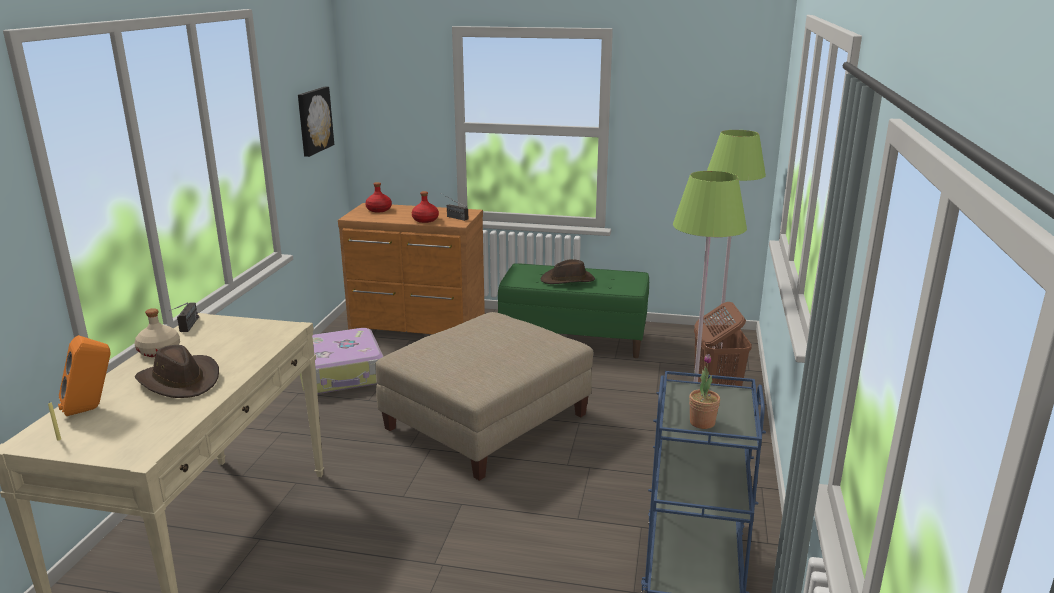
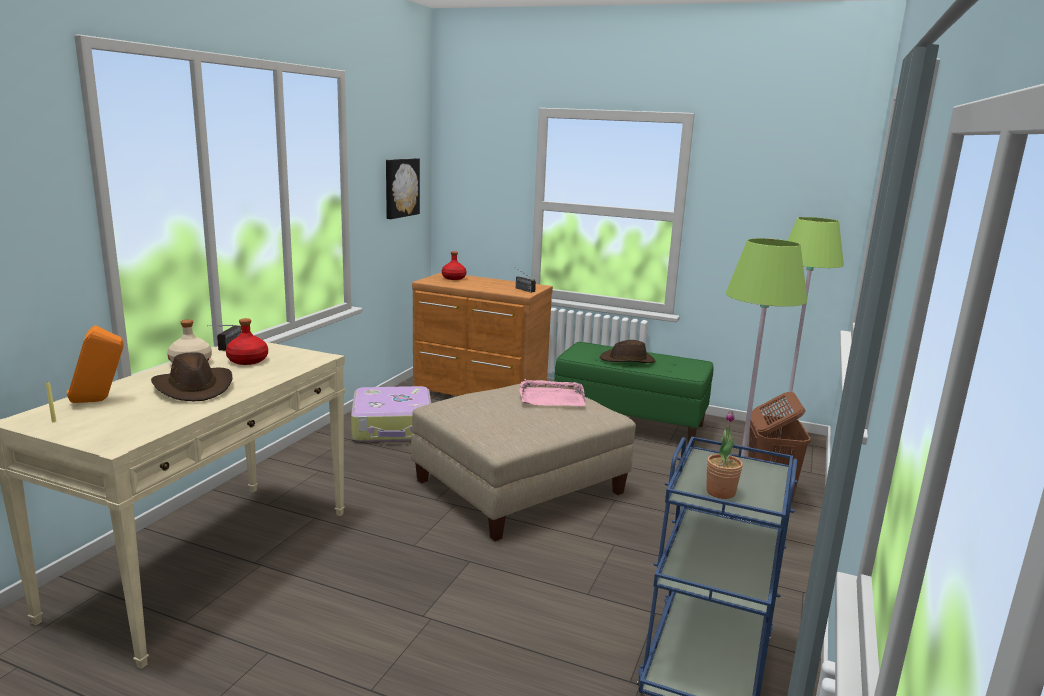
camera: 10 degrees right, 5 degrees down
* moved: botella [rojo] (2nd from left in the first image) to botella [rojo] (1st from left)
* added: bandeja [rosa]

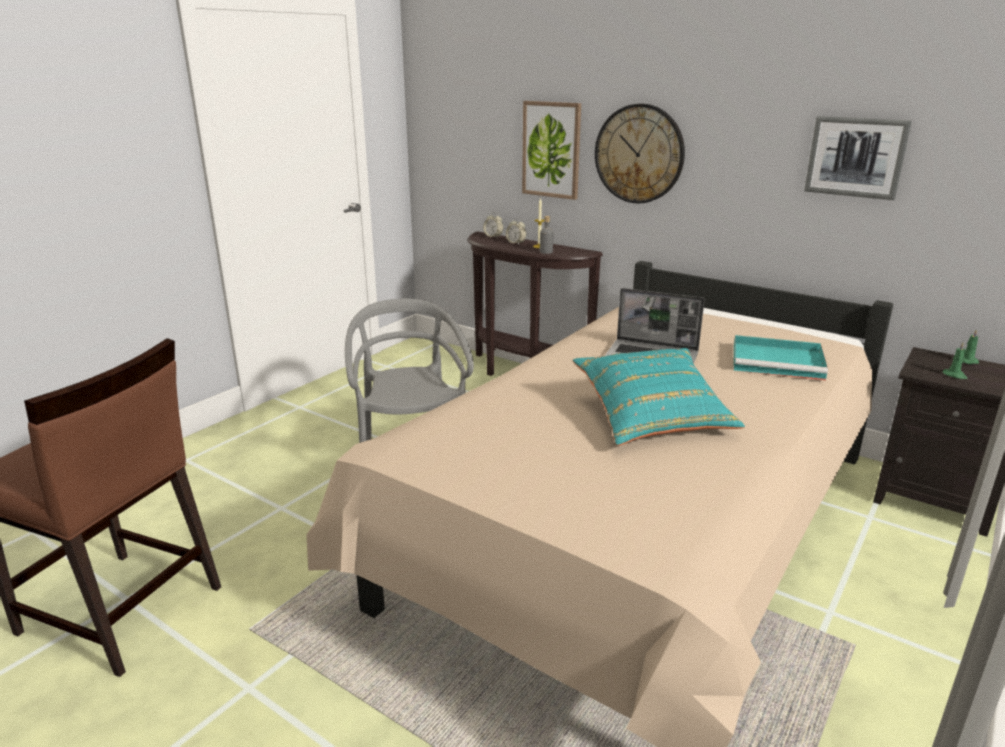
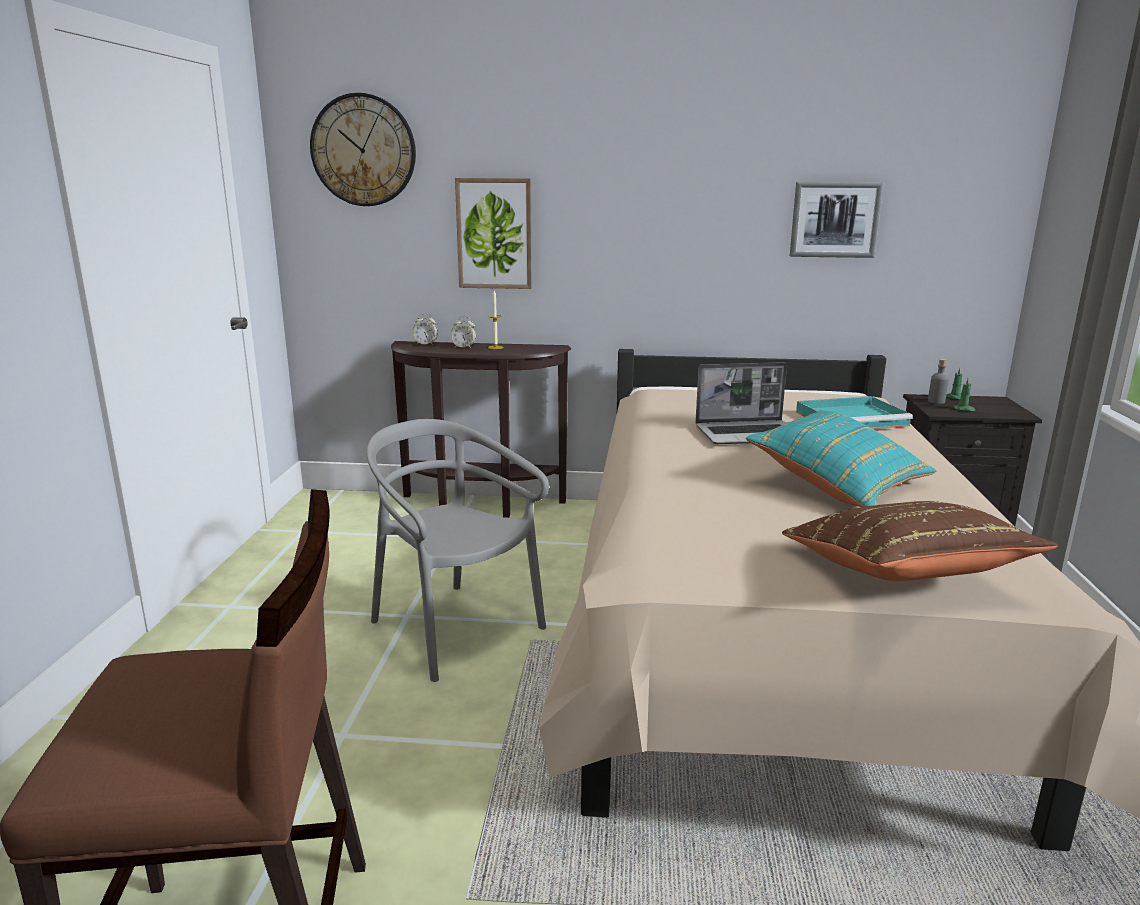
camera: 30 degrees left, 5 degrees down
* moved: botella [gris]
* moved: reloj de pared
* added: cojín [marrón]

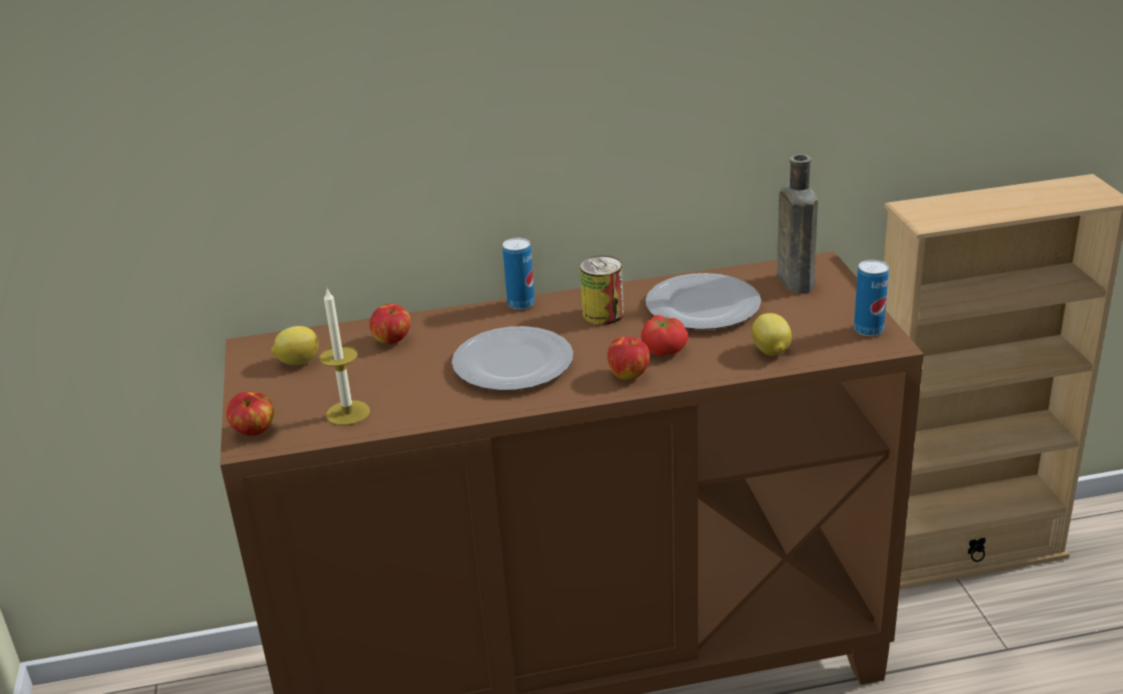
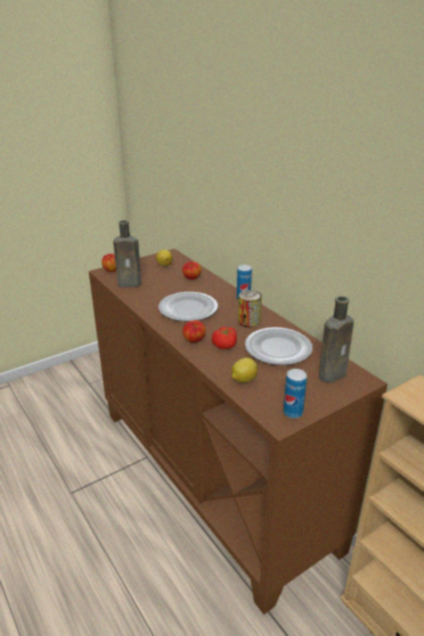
camera: 65 degrees right, 0 degrees up
* replaced: vela to botella [marrón] (1st from left)

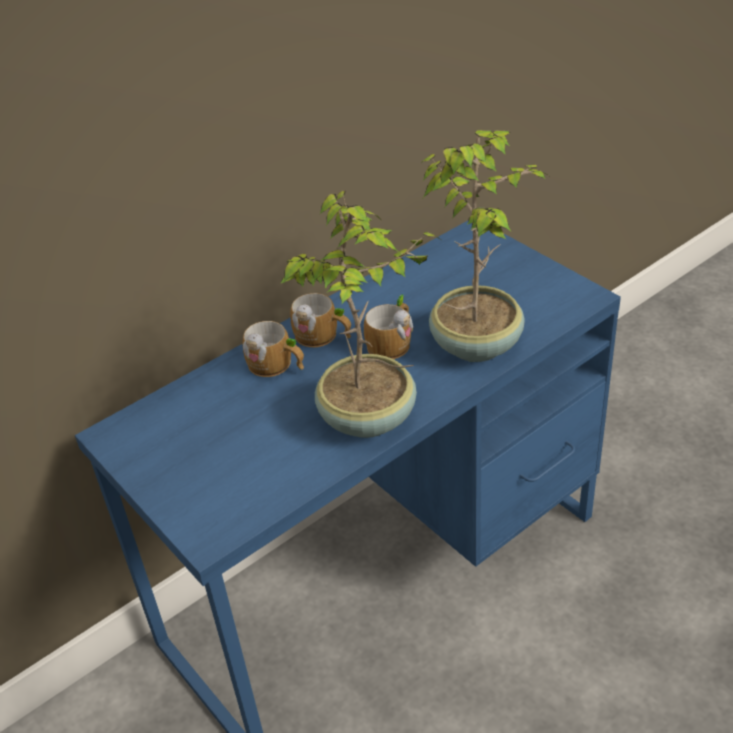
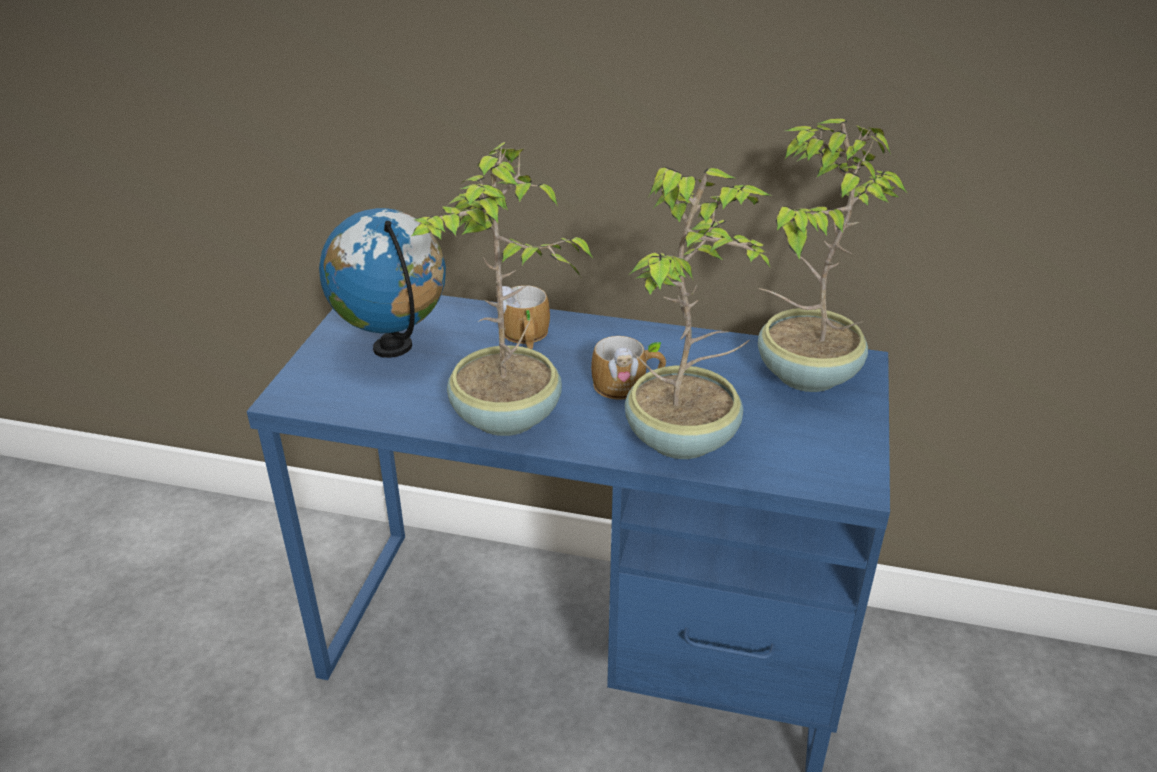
camera: 50 degrees right, 5 degrees down
* removed: taza grande (2nd from left)
* added: globo terráqueo
* added: planta en maceta (3rd from left)

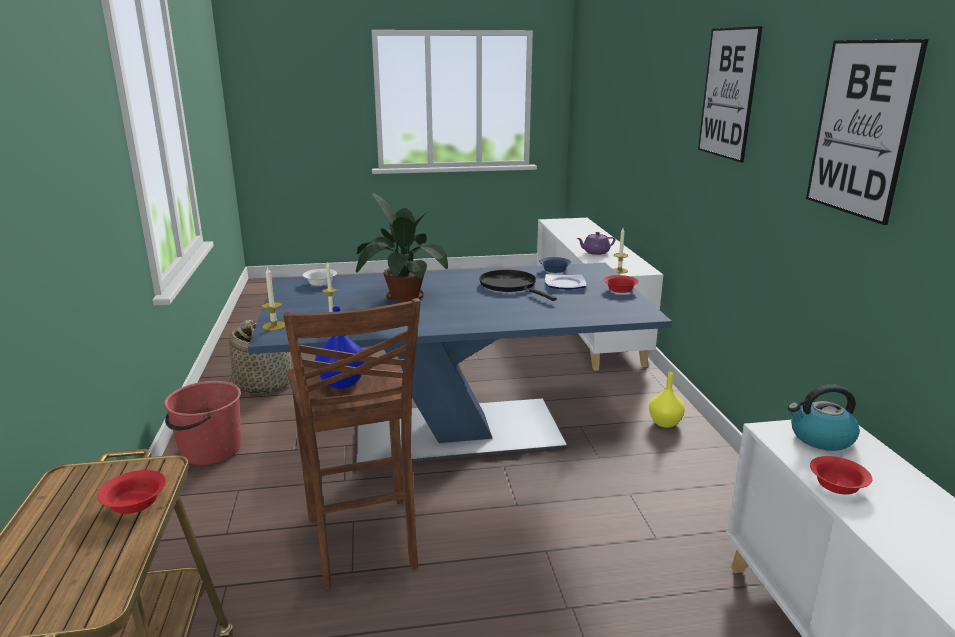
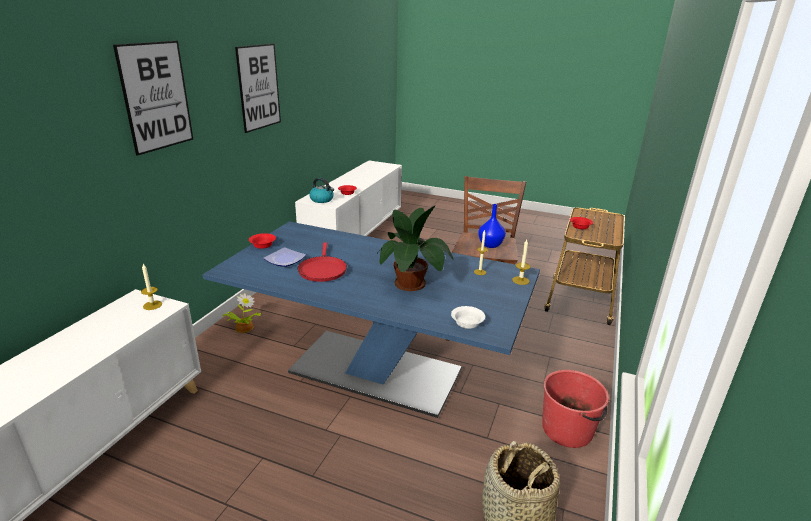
camera: 150 degrees left, 5 degrees up
* recoloured: sartén [negro] to sartén [rojo]
* removed: cuenco [azul]
* removed: tetera [morado]
* replaced: florero [amarillo] to planta en maceta (1st from left)

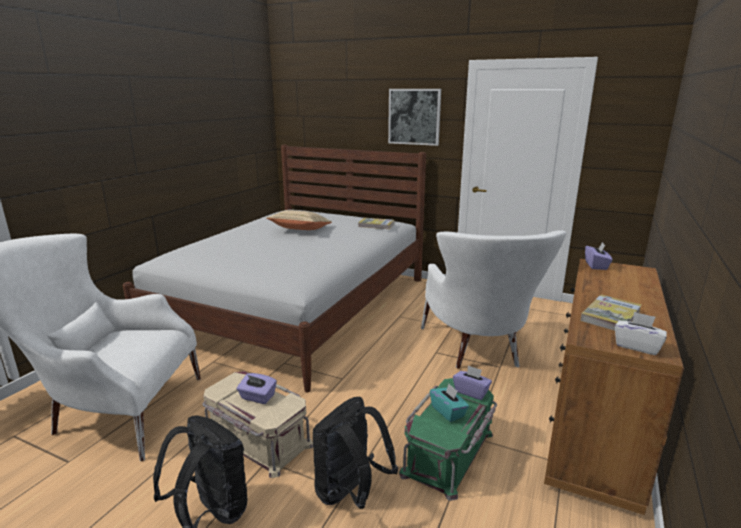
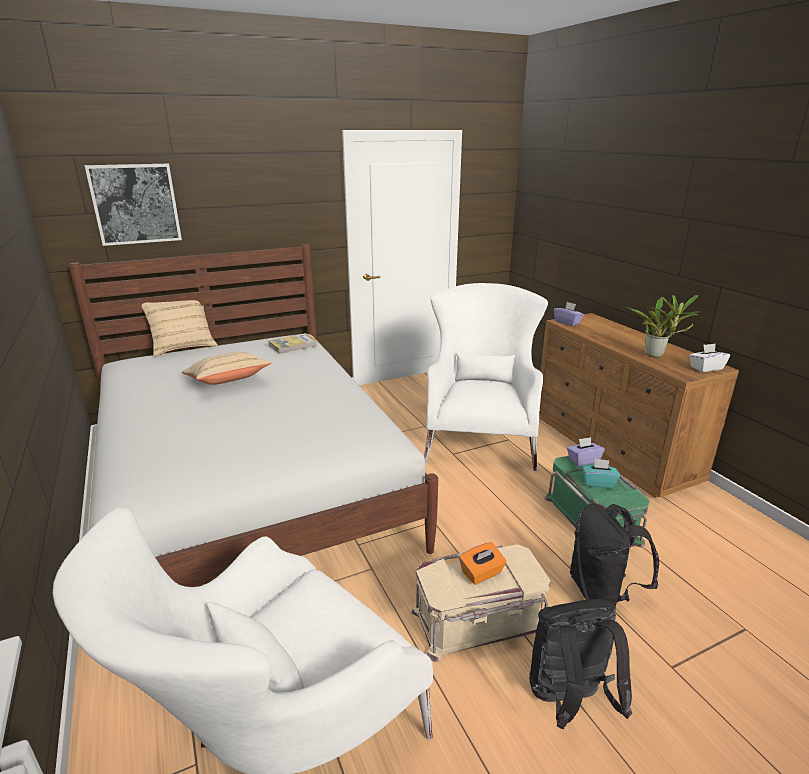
camera: 50 degrees left, 5 degrees up
* recoloured: caja de pañuelos [morado] (1st from left) to caja de pañuelos [naranja]
* moved: cuadro
* turned: sillón [blanco] (2nd from left) 120 degrees counterclockwise
* replaced: libro (2nd from left) to planta en maceta
* added: cojín [beis] (1st from left)

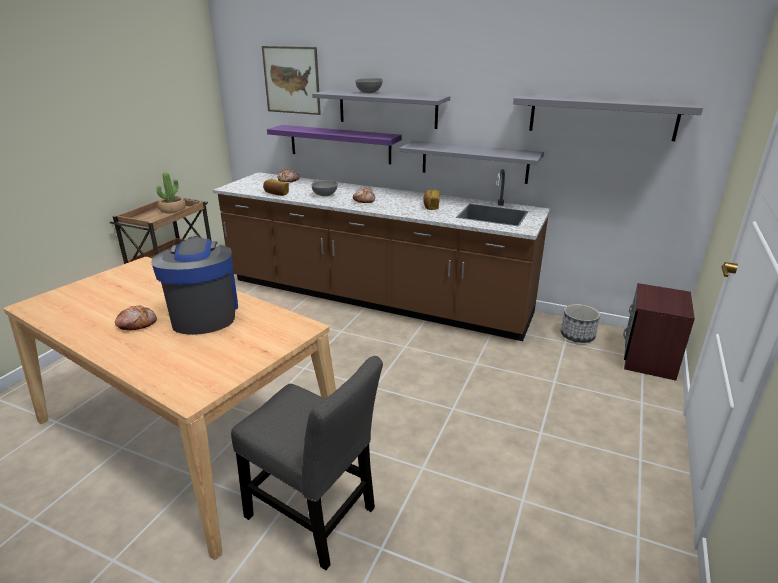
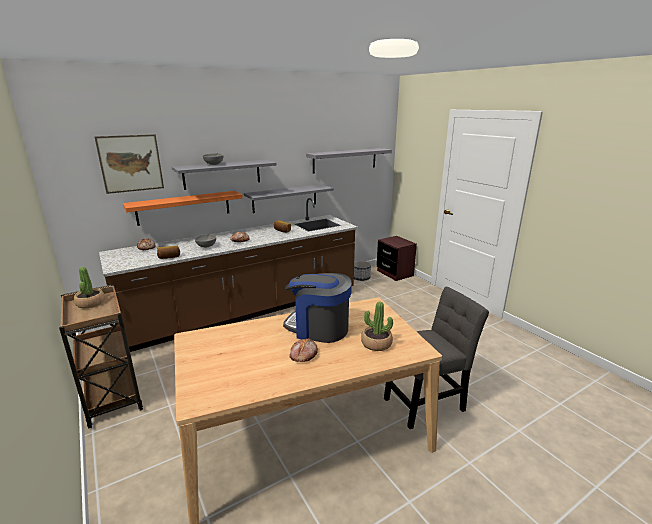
camera: 55 degrees left, 5 degrees down
* recoloured: estante [morado] to estante [naranja]
* added: planta en maceta (2nd from left)

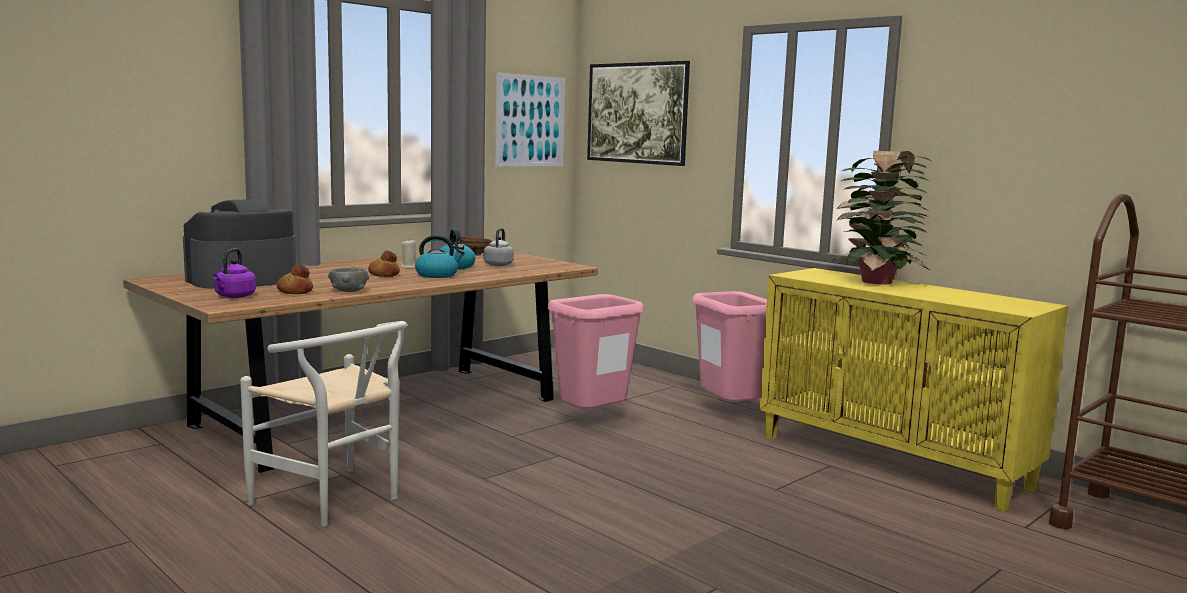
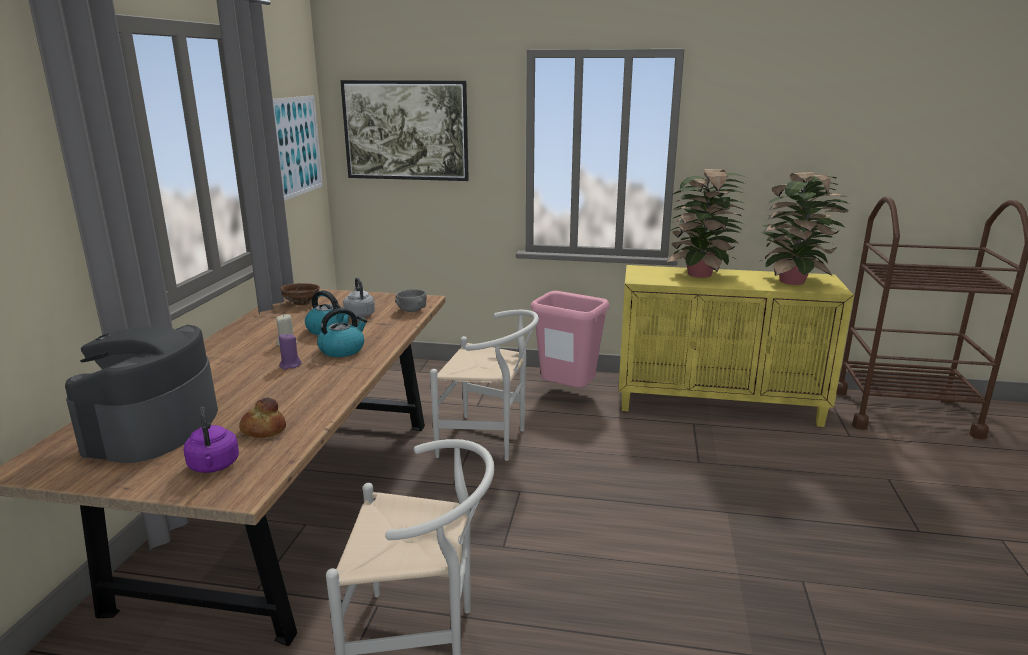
camera: 35 degrees left, 10 degrees up
* moved: cuenco [gris]
* replaced: pan (2nd from left) to vela [morado]
* replaced: papelera [rosa] (1st from left) to silla [blanco] (2nd from left)
* added: planta en maceta (2nd from left)

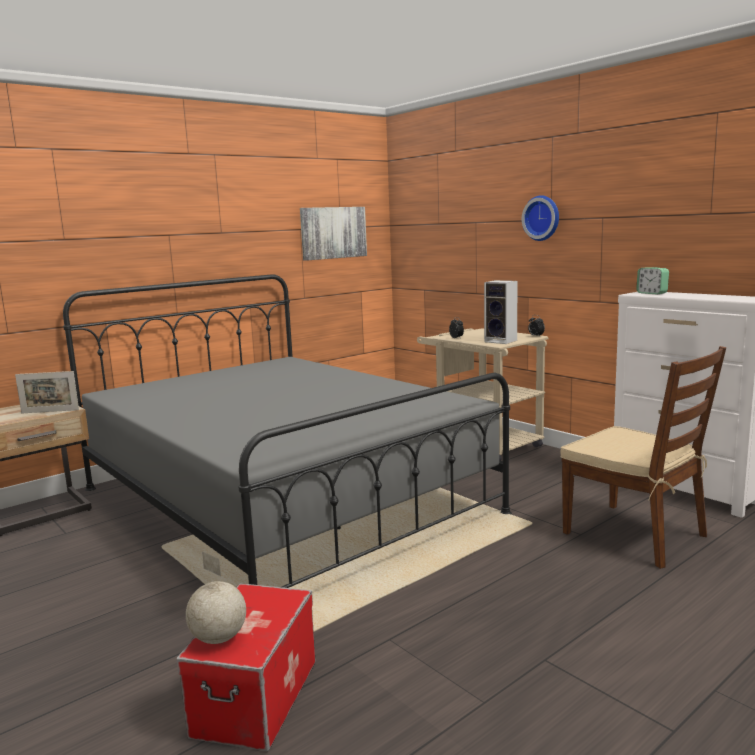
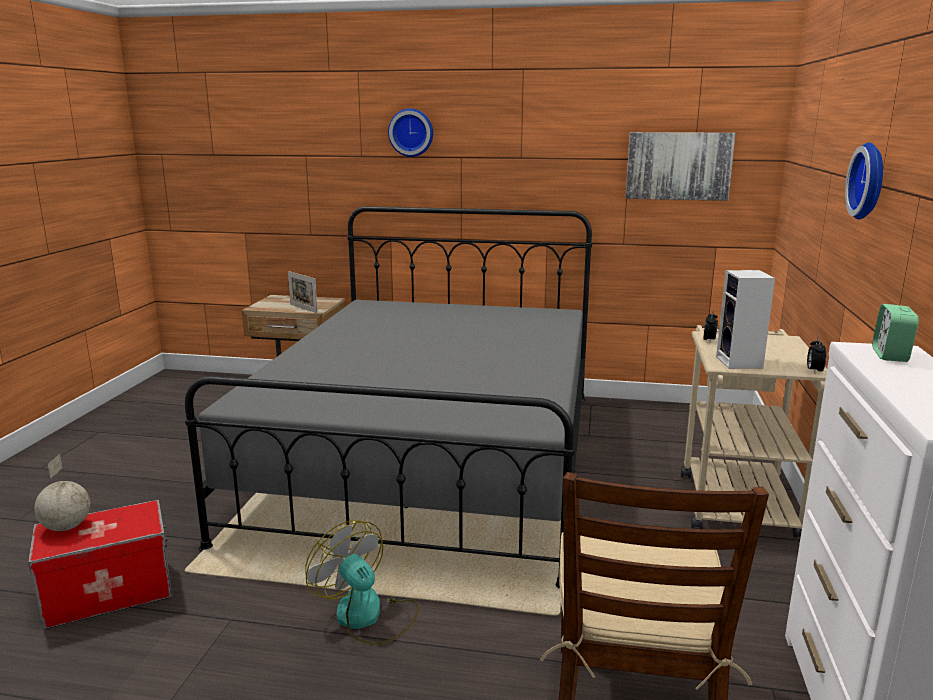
camera: 50 degrees right, 5 degrees up
* added: ventilador
* added: reloj de pared (1st from left)

